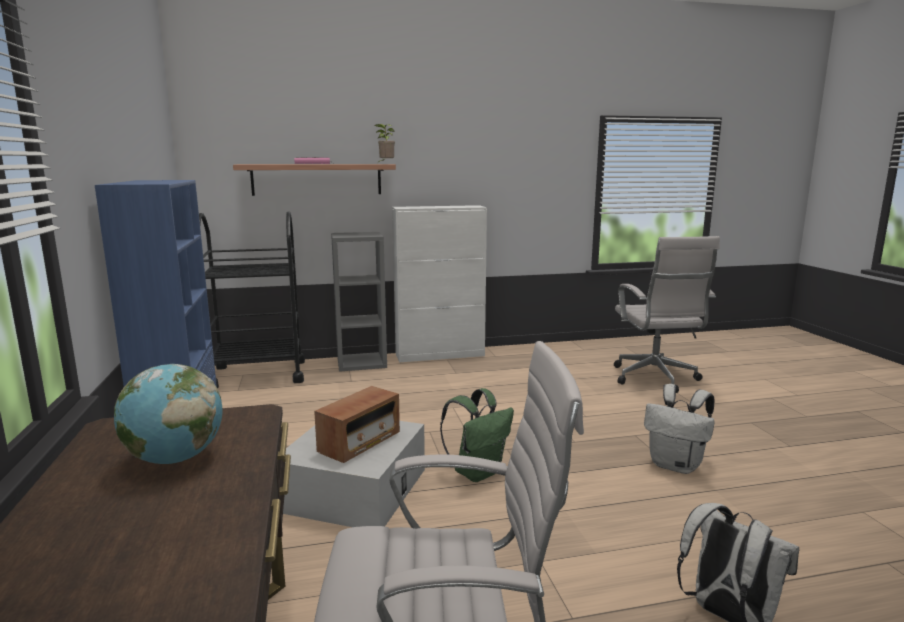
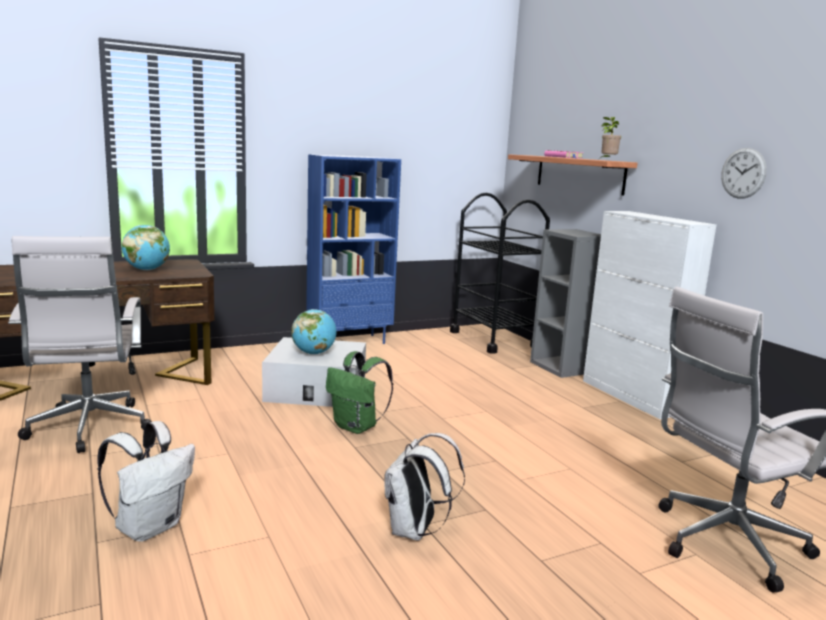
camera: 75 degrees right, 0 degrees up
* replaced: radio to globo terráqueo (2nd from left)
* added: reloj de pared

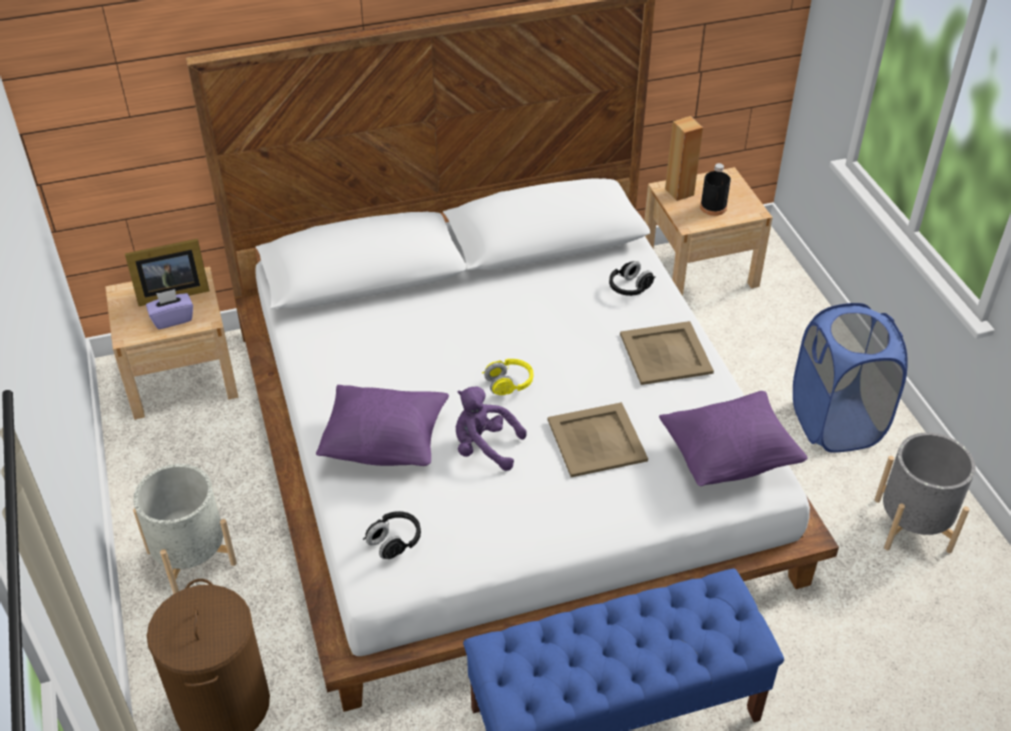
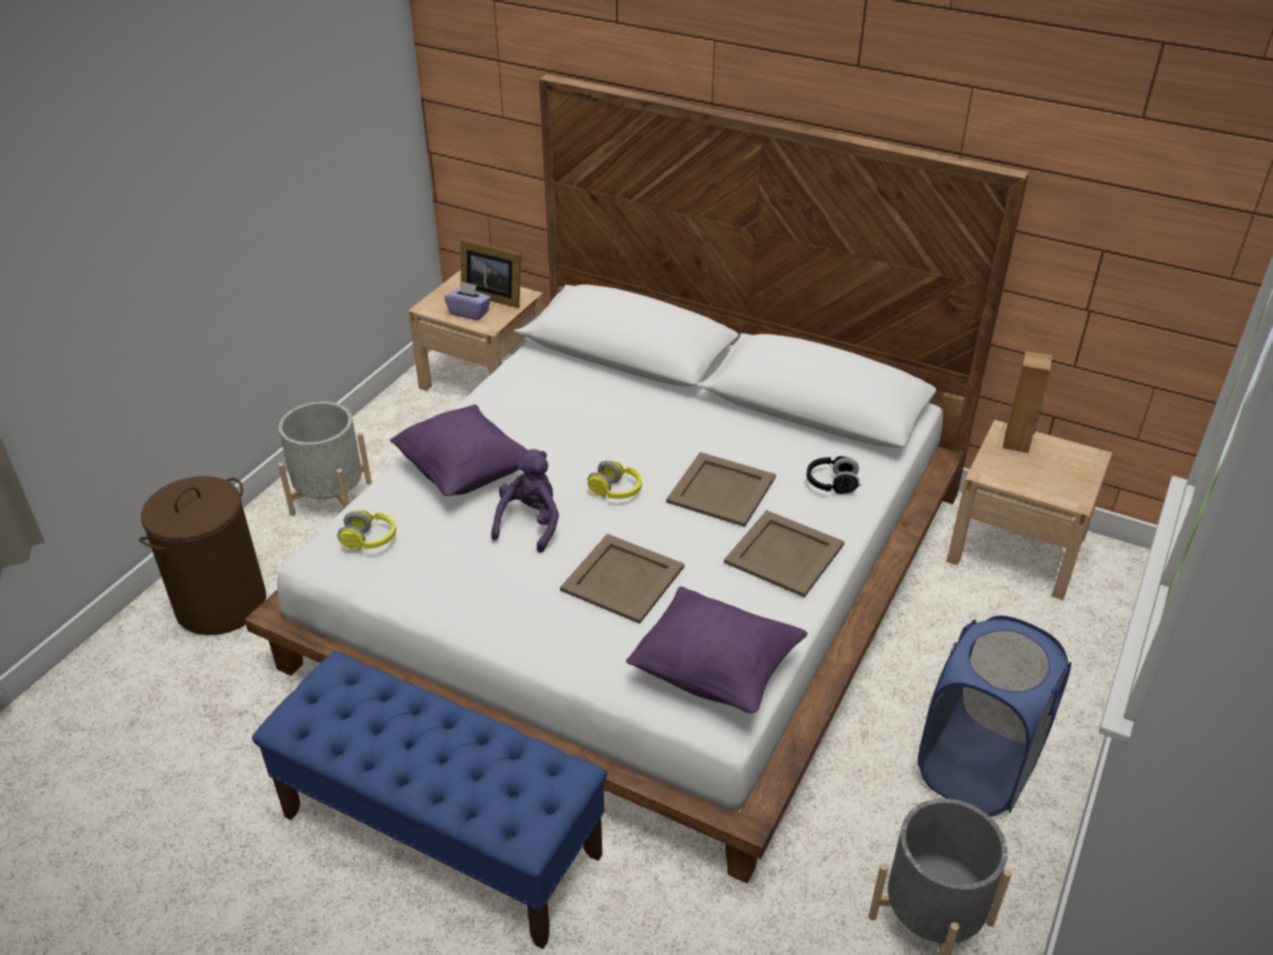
camera: 45 degrees right, 5 degrees down
* recoloured: auriculares [negro] (1st from left) to auriculares [amarillo] (1st from left)
* turned: peluche [morado] 45 degrees clockwise
* removed: botella [negro]
* added: bandeja [beis] (2nd from left)

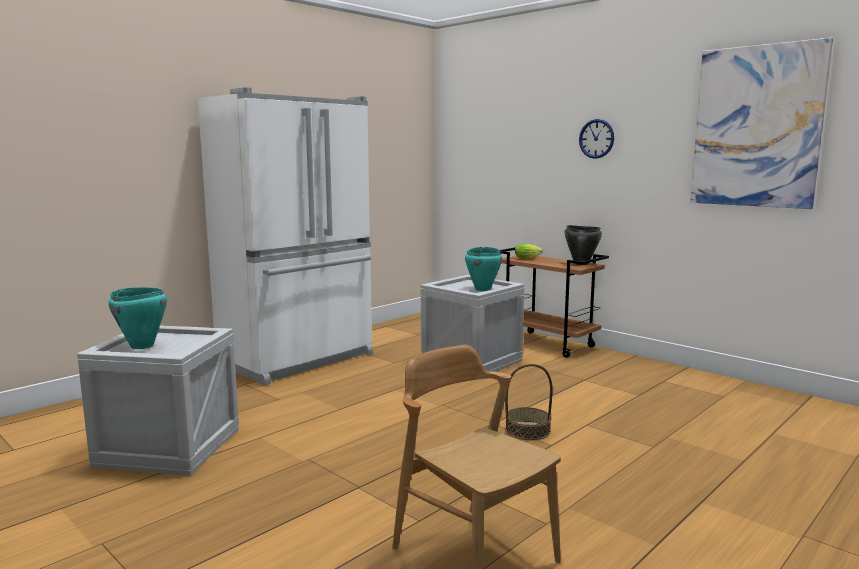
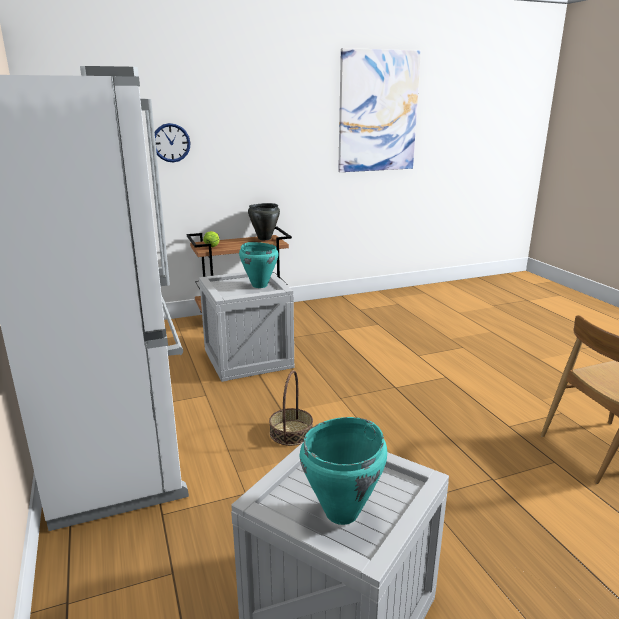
camera: 65 degrees left, 10 degrees up
* moved: cesta
* moved: reloj de pared

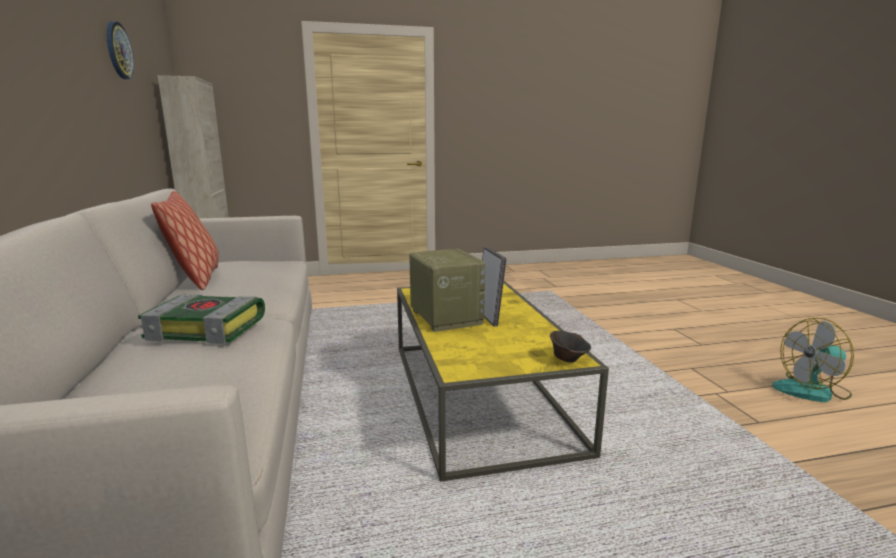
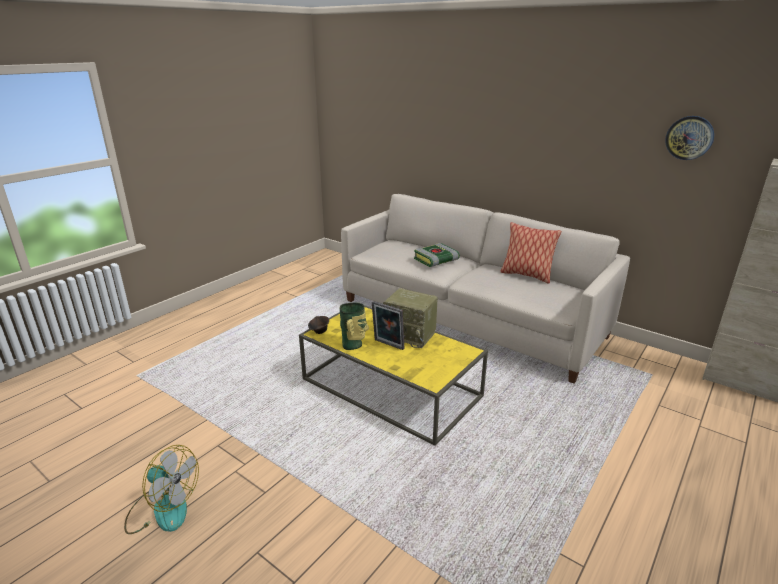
camera: 140 degrees right, 10 degrees up
* turned: ventilador 75 degrees clockwise
* added: florero

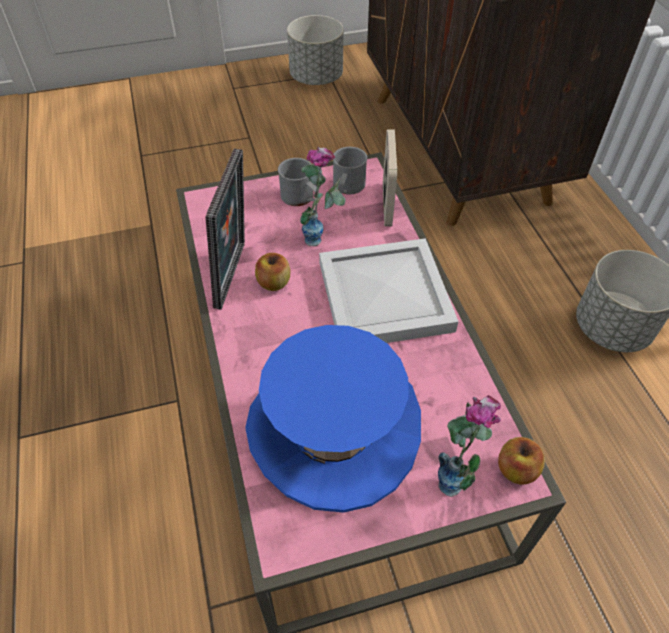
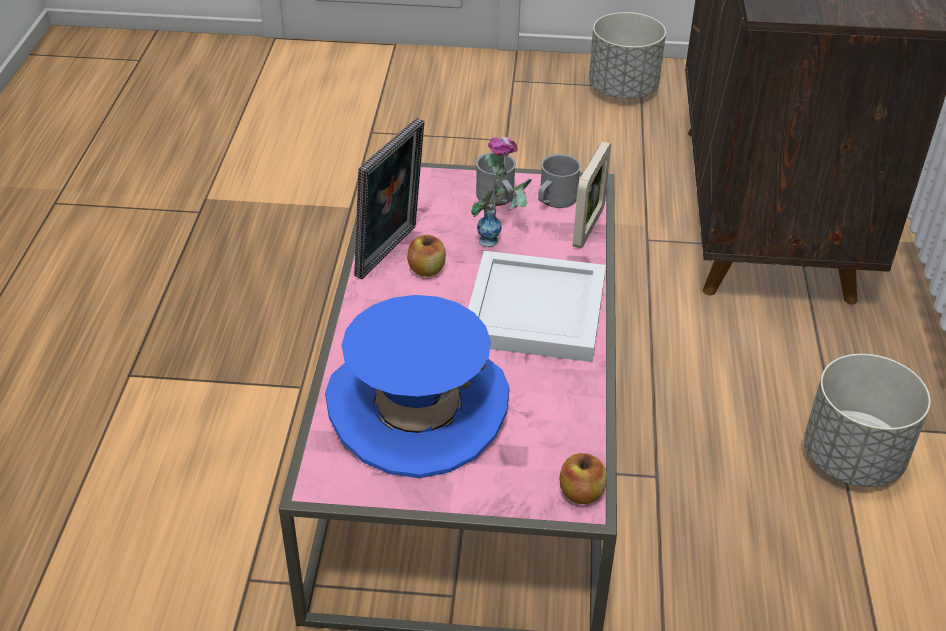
camera: 20 degrees right, 10 degrees down
* removed: florero (2nd from left)

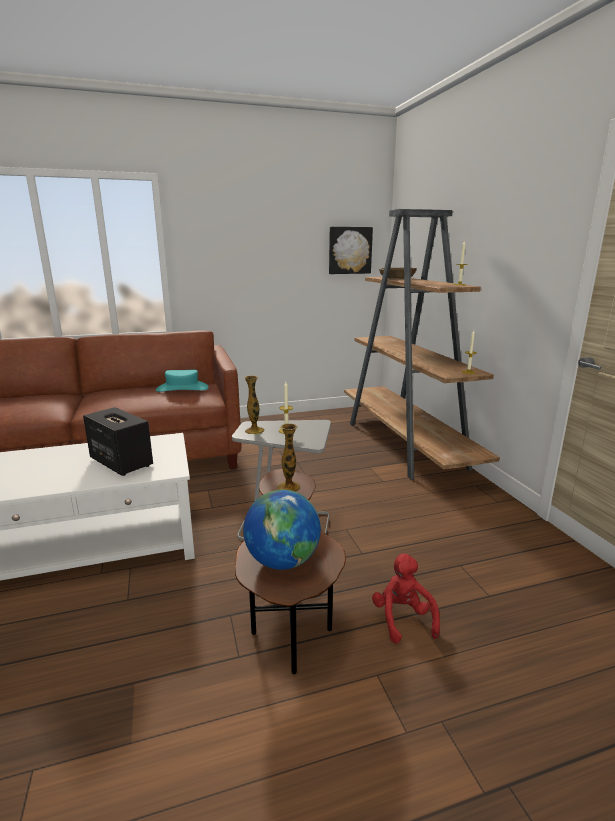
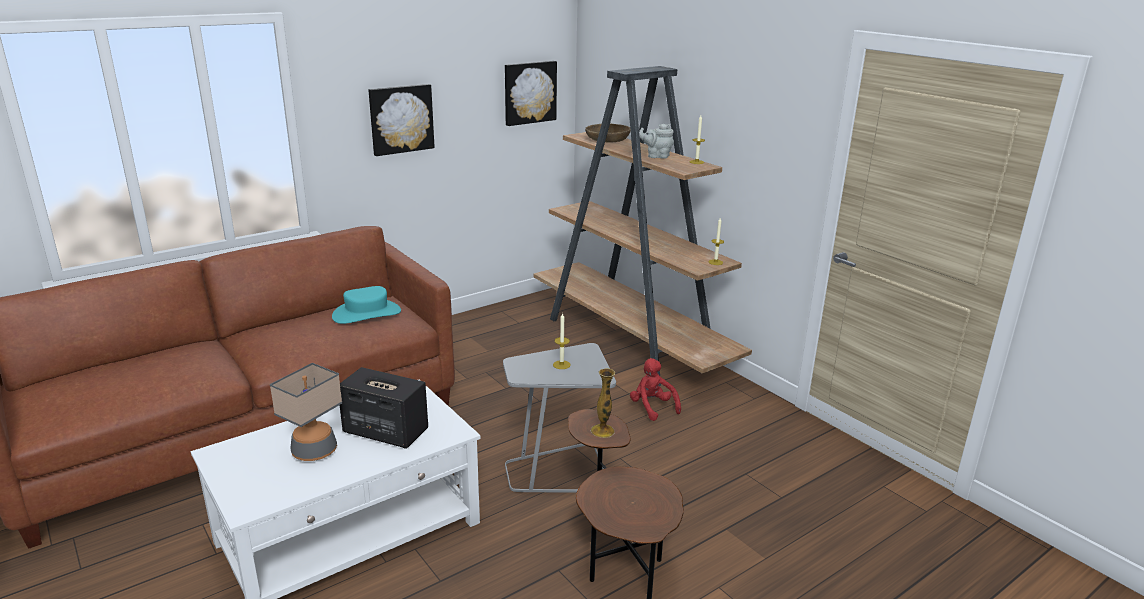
camera: 20 degrees left, 5 degrees up
* removed: globo terráqueo
* removed: florero (1st from left)
* moved: peluche [rojo]
* added: lámpara de mesa
* added: cuadro (1st from left)
* added: tetera [gris]

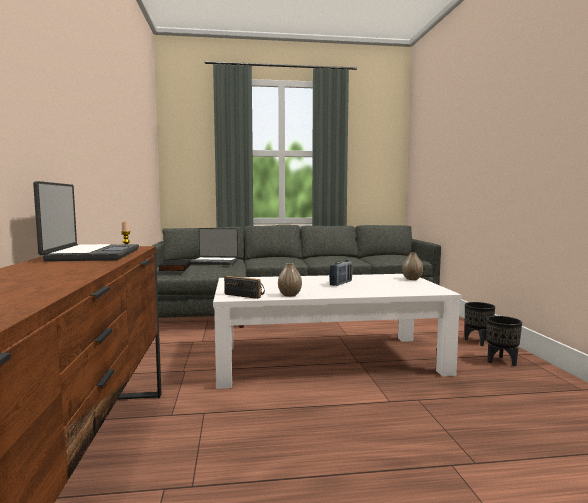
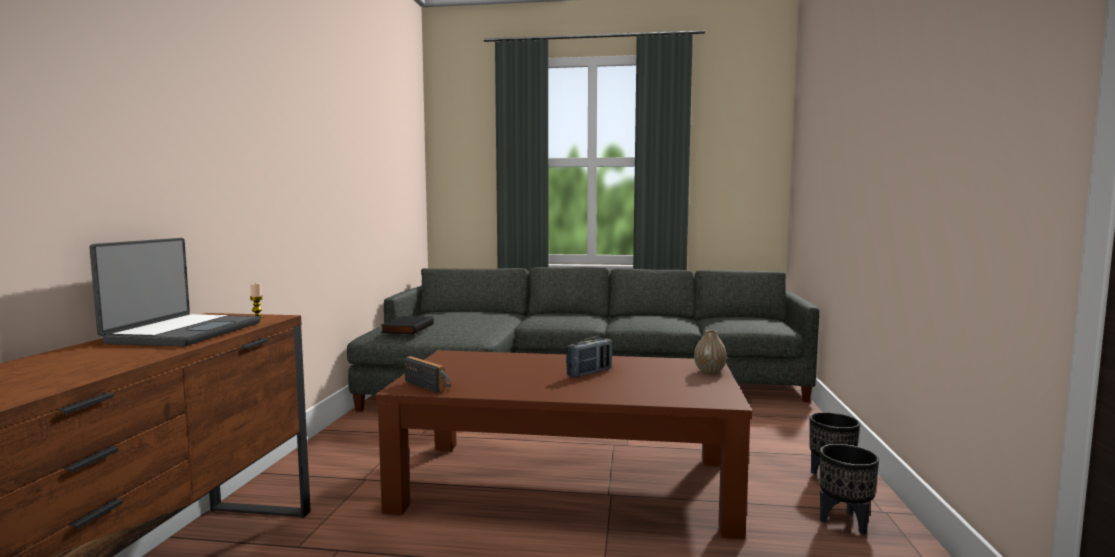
camera: 15 degrees right, 0 degrees up
* removed: portátil (2nd from left)
* recoloured: mesa de centro [blanco] to mesa de centro [marrón]
* removed: florero (1st from left)

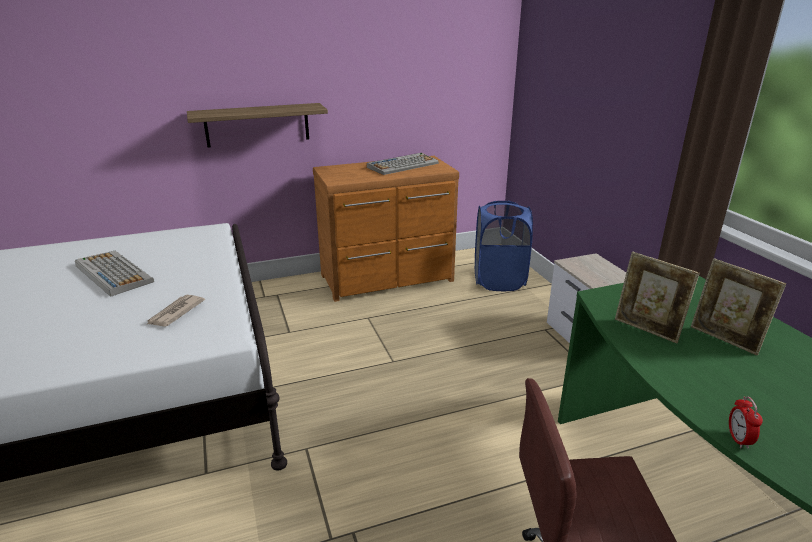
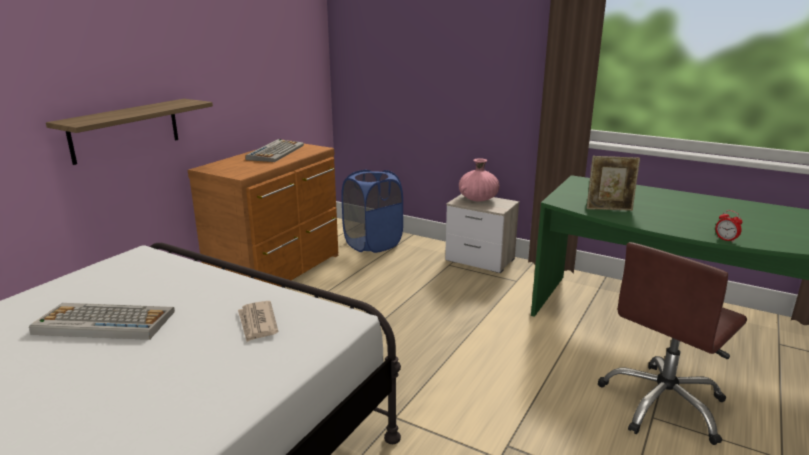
camera: 40 degrees left, 5 degrees down
* removed: portarretratos (2nd from left)
* added: florero [rosa]

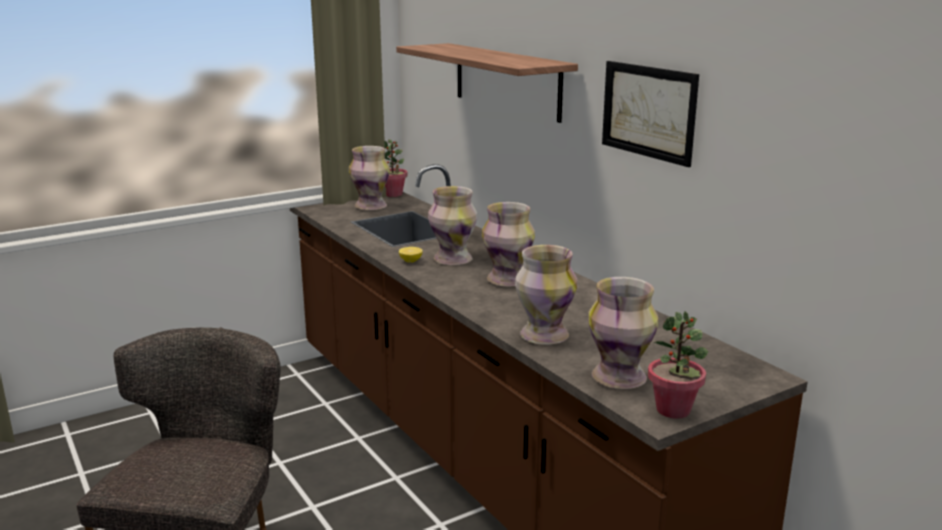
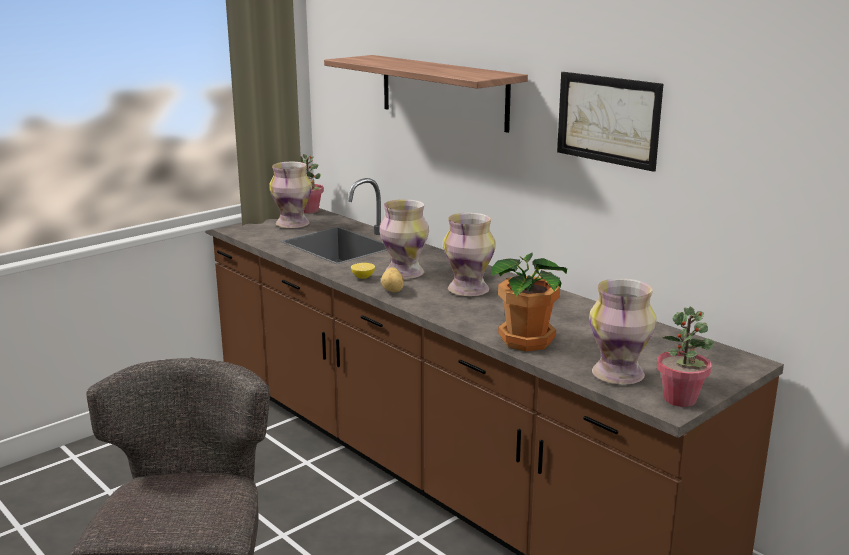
camera: 10 degrees left, 0 degrees up
* replaced: florero (4th from left) to planta en maceta (2nd from left)
* added: patata

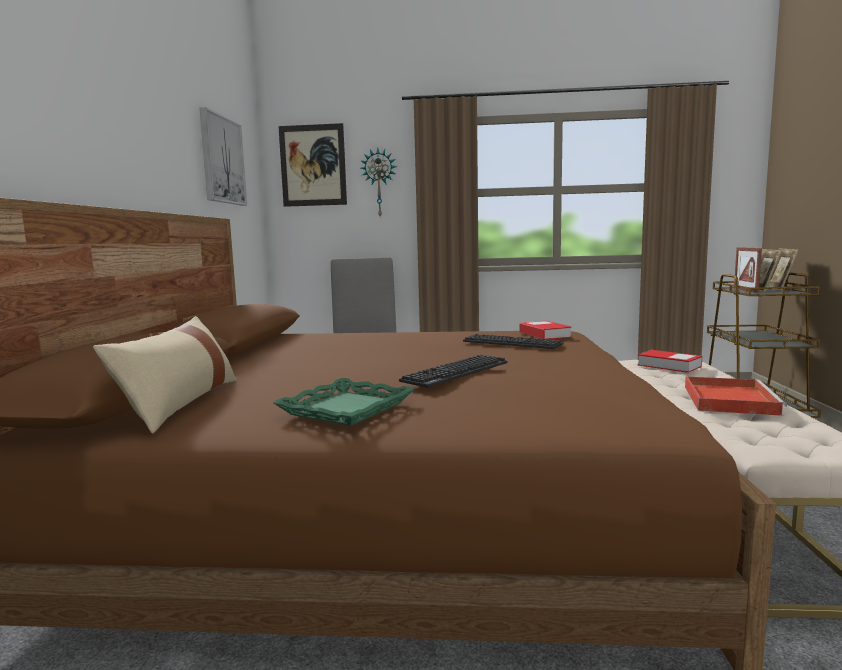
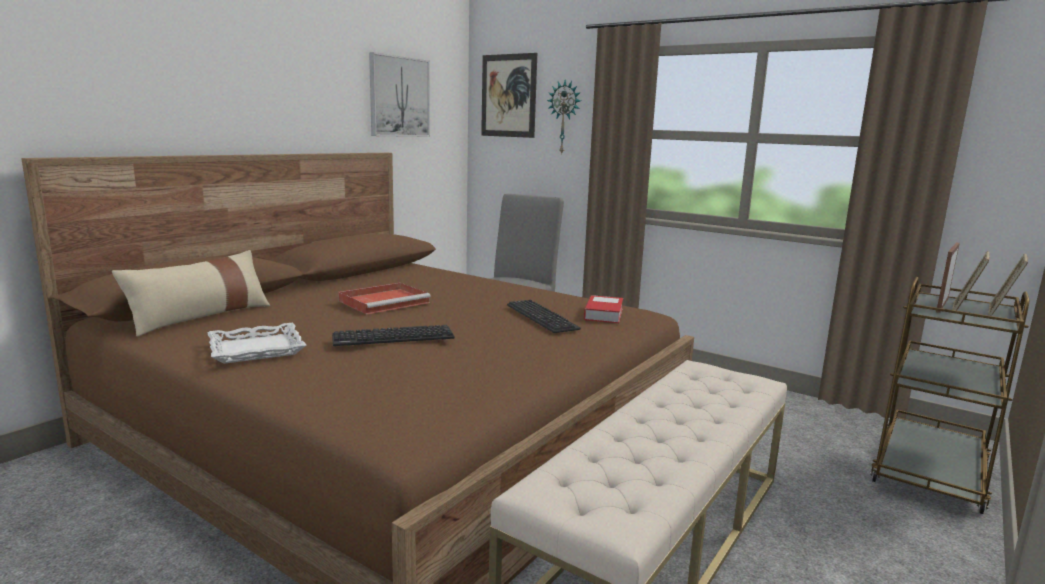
camera: 30 degrees right, 5 degrees up
* recoloured: bandeja [verde] to bandeja [blanco]
* removed: libro (2nd from left)
* moved: bandeja [rojo]

